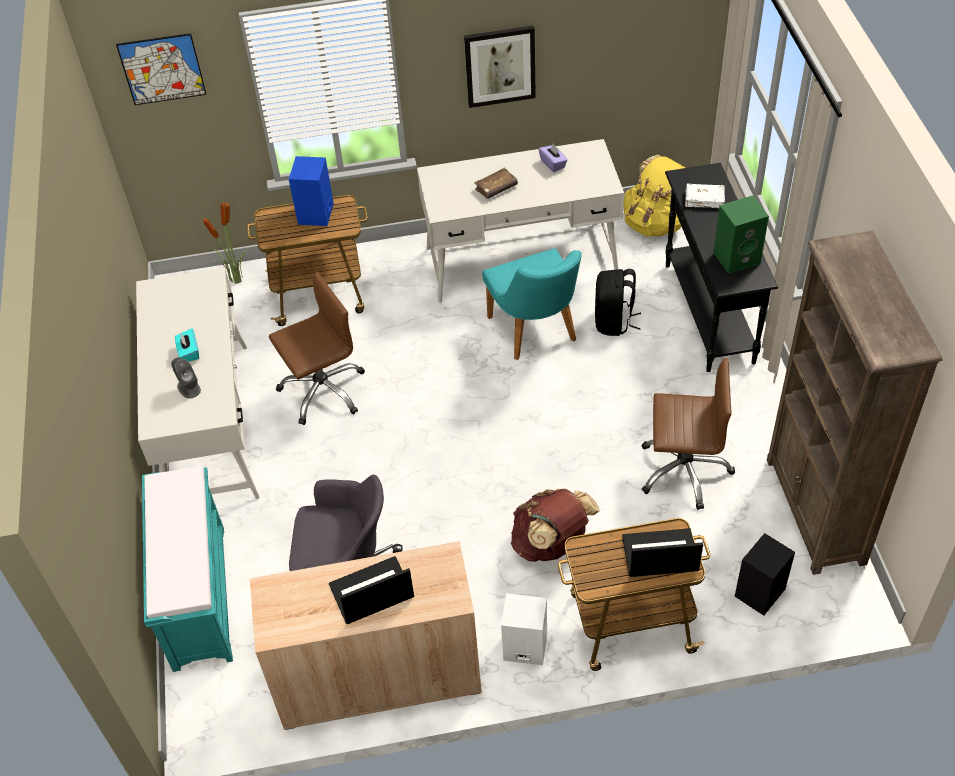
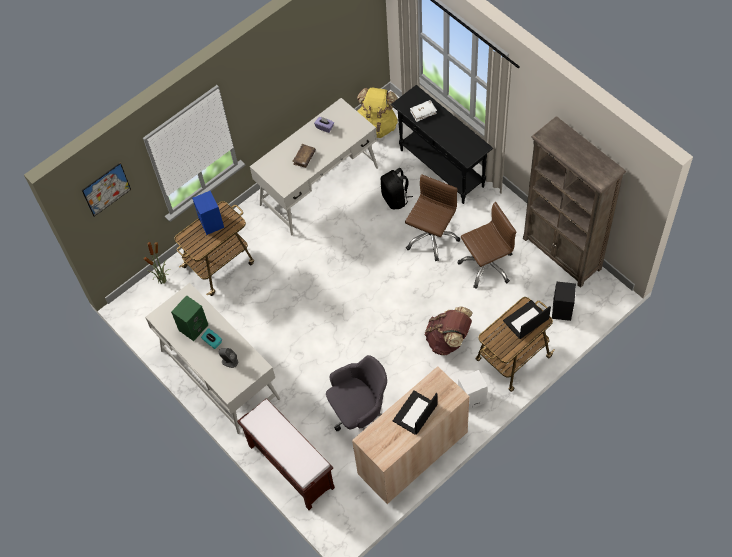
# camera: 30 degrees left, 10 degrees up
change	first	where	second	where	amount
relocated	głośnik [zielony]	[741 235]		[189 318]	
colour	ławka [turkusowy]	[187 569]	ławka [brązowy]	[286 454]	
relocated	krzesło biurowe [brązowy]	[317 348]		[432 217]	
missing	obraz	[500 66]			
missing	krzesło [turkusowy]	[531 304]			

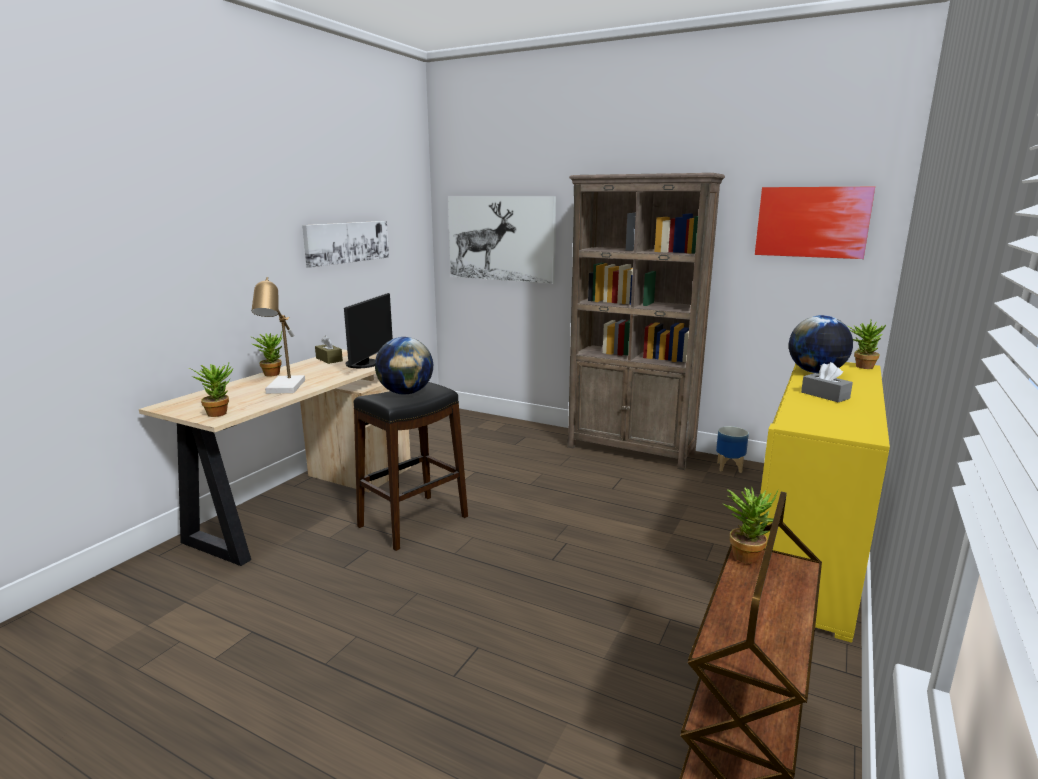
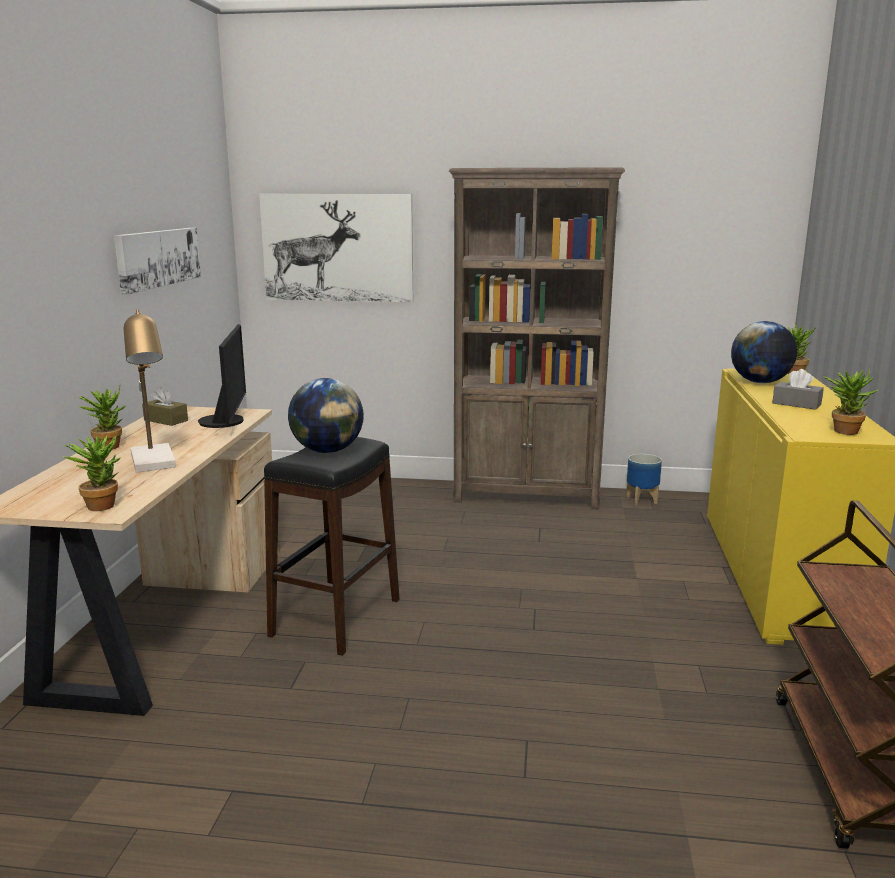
# camera: 20 degrees left, 0 degrees up
change	first	where	second	where	amount
relocated	roślina doniczkowa	[750 524]		[850 401]	
missing	obraz	[815 223]			

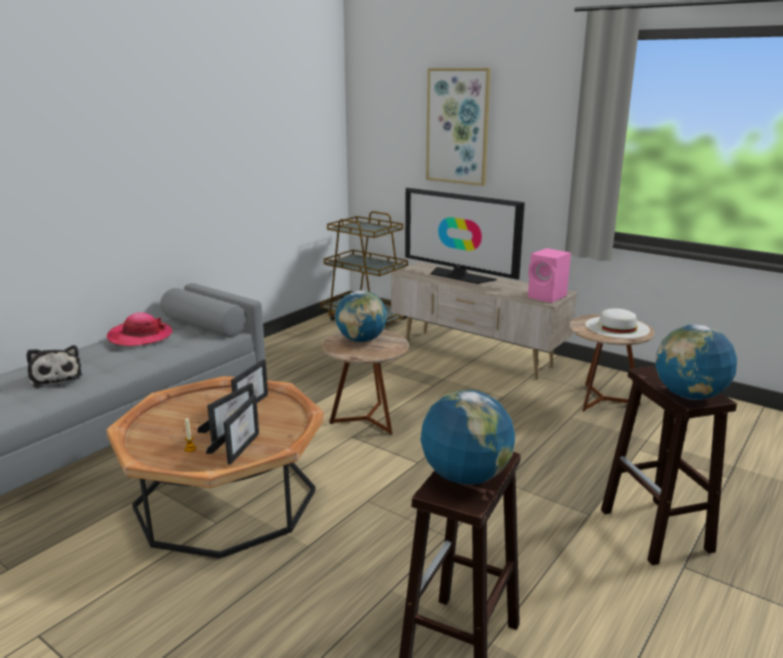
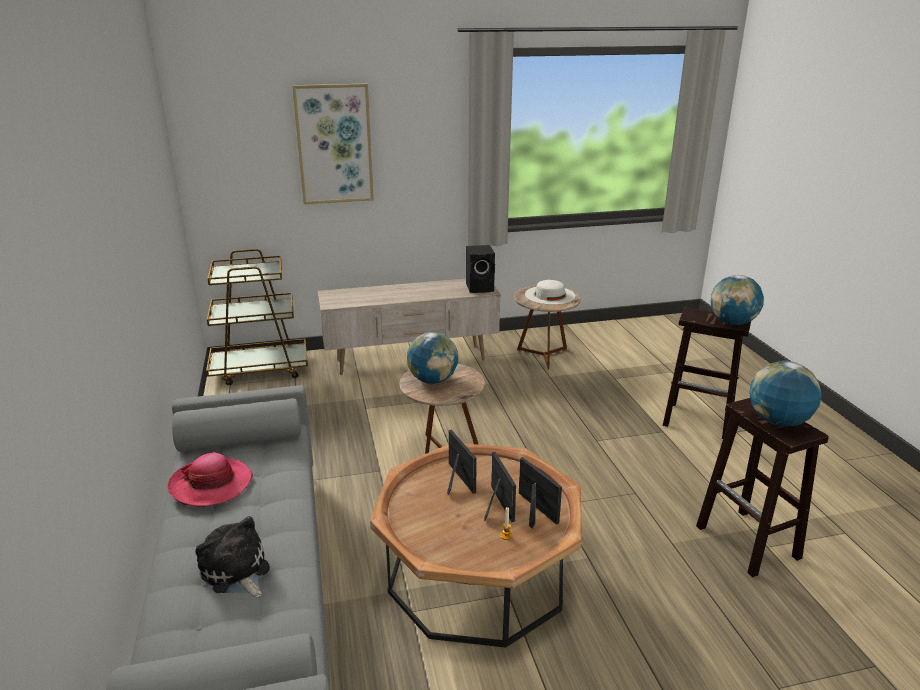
# camera: 50 degrees left, 5 degrees up
change	first	where	second	where	amount
spun	pluszak	[54 366]		[232 556]	135 degrees counterclockwise
colour	głośnik [różowy]	[549 275]	głośnik [czarny]	[480 269]	
missing	telewizor	[465 236]			

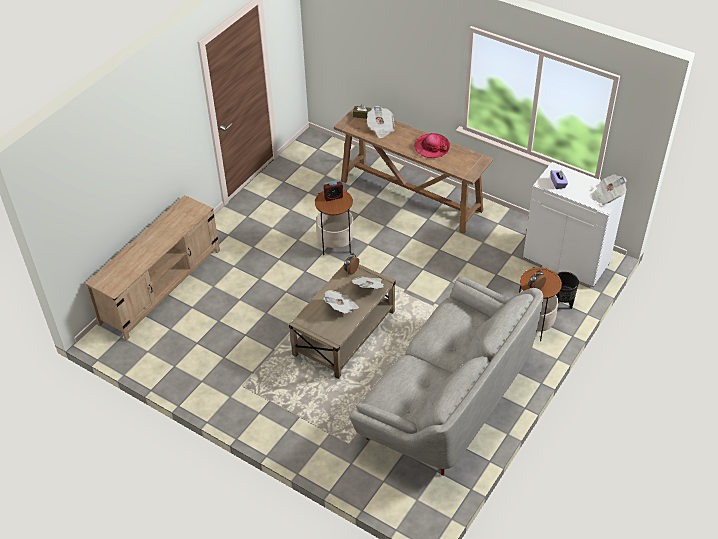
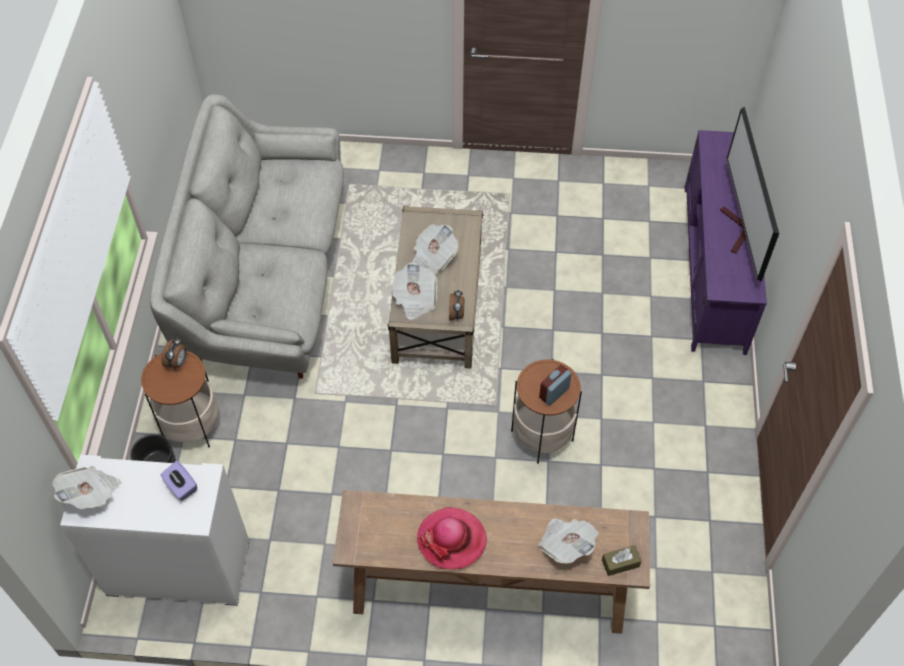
# camera: 150 degrees right, 10 degrees up
change	first	where	second	where	amount
colour	szafka pod telewizor [beżowy]	[152 268]	szafka pod telewizor [fioletowy]	[726 242]	
appeared			telewizor	[749 194]	

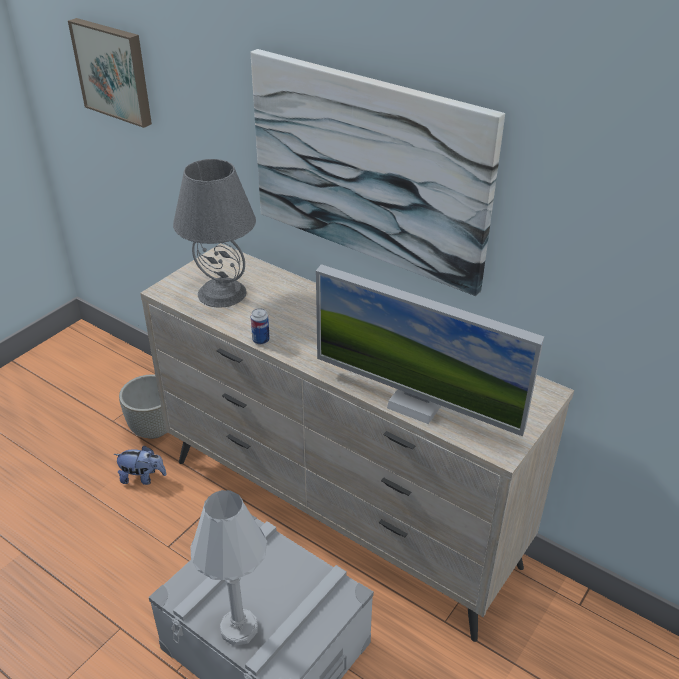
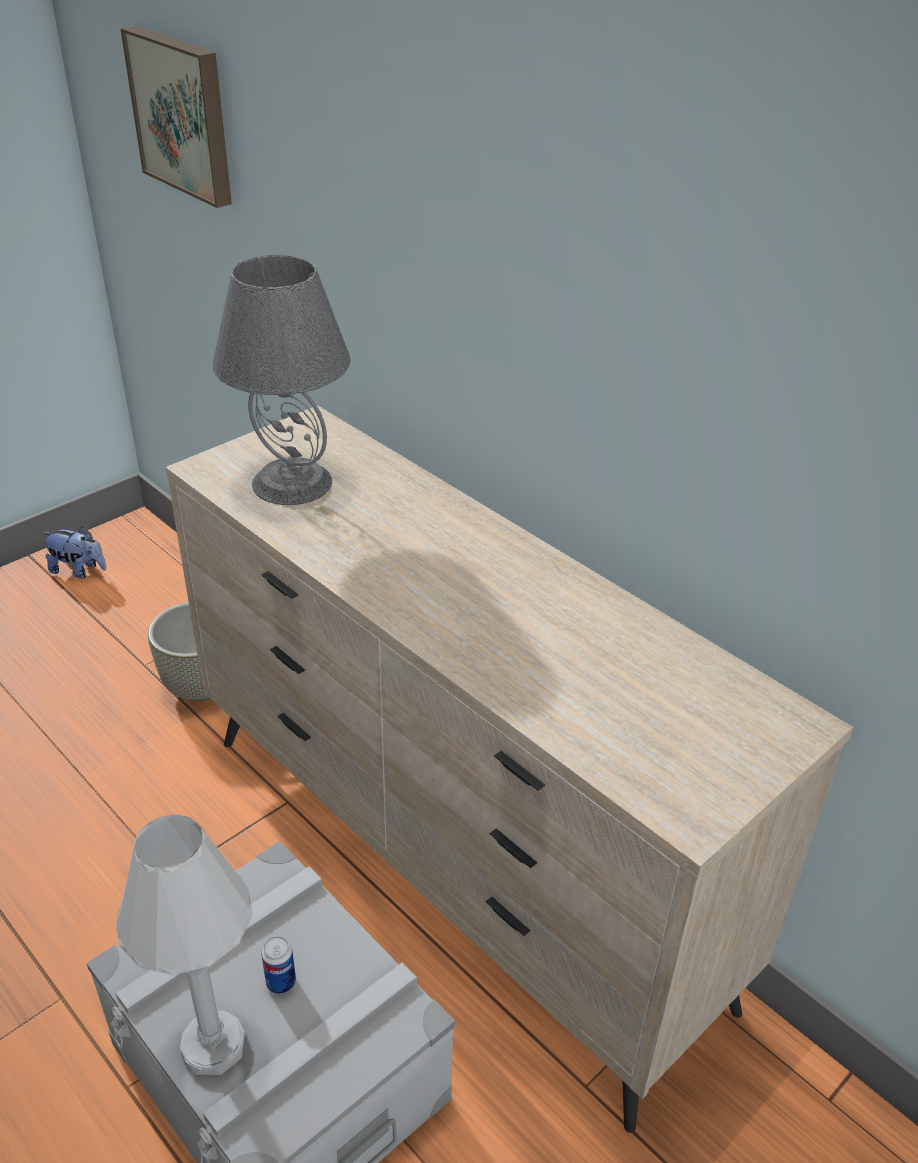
# camera: 10 degrees right, 0 degrees up
change	first	where	second	where	amount
relocated	pluszak	[140 465]		[74 553]	
relocated	puszka	[260 326]		[278 965]	
missing	obraz	[377 172]			
missing	monitor	[430 350]			

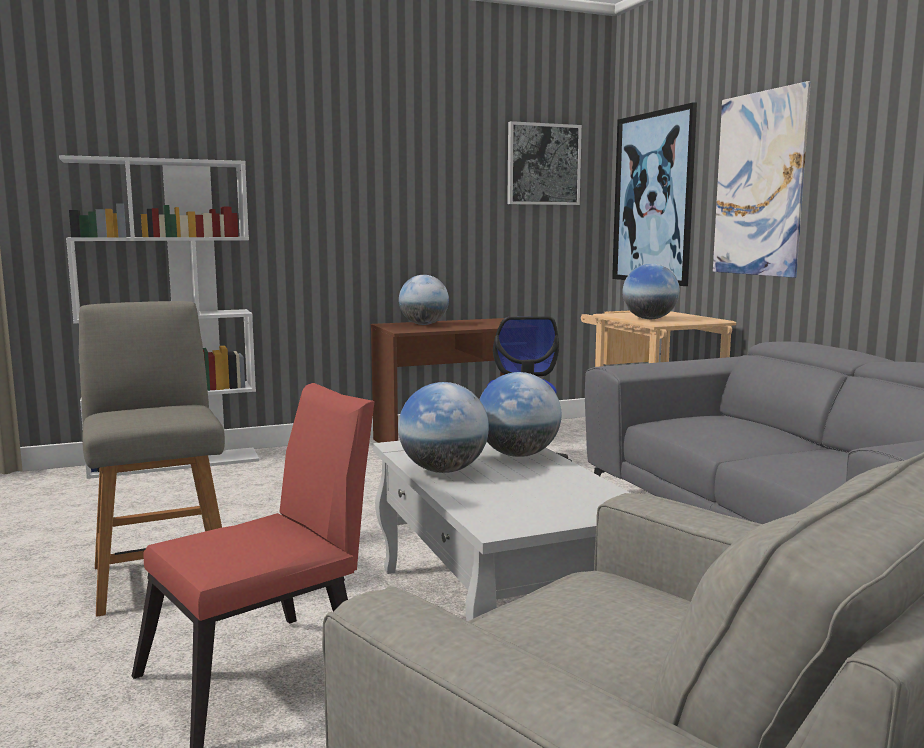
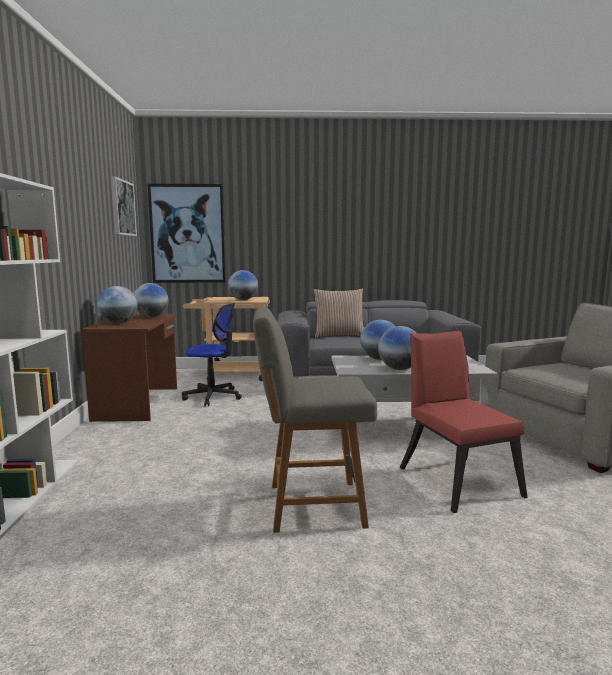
# camera: 70 degrees left, 0 degrees up
change	first	where	second	where	amount
appeared			globus	[151 300]	
appeared			poduszka	[338 313]	
missing	obraz	[762 179]			

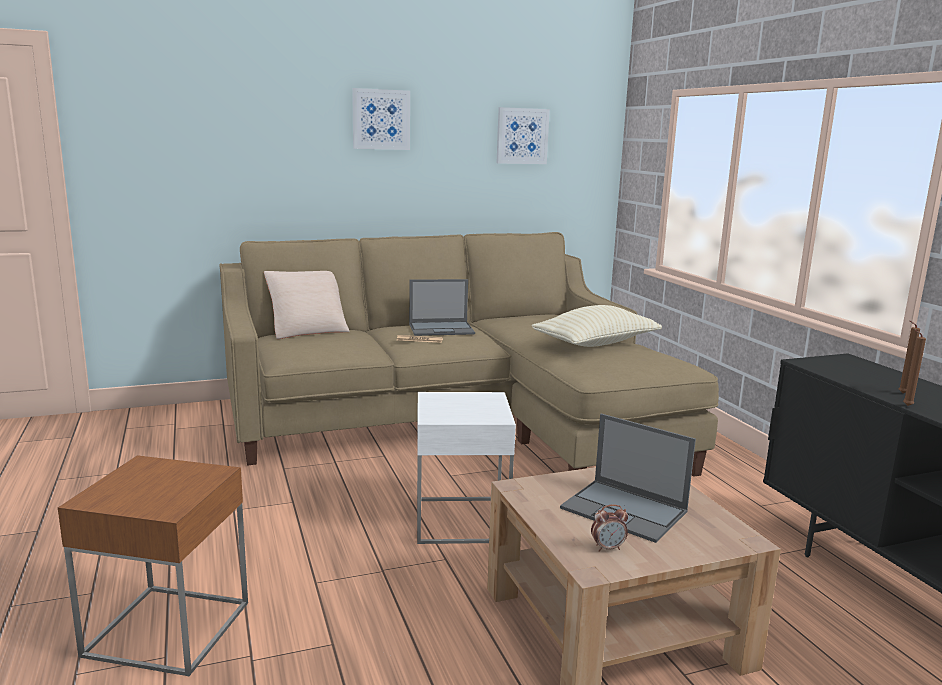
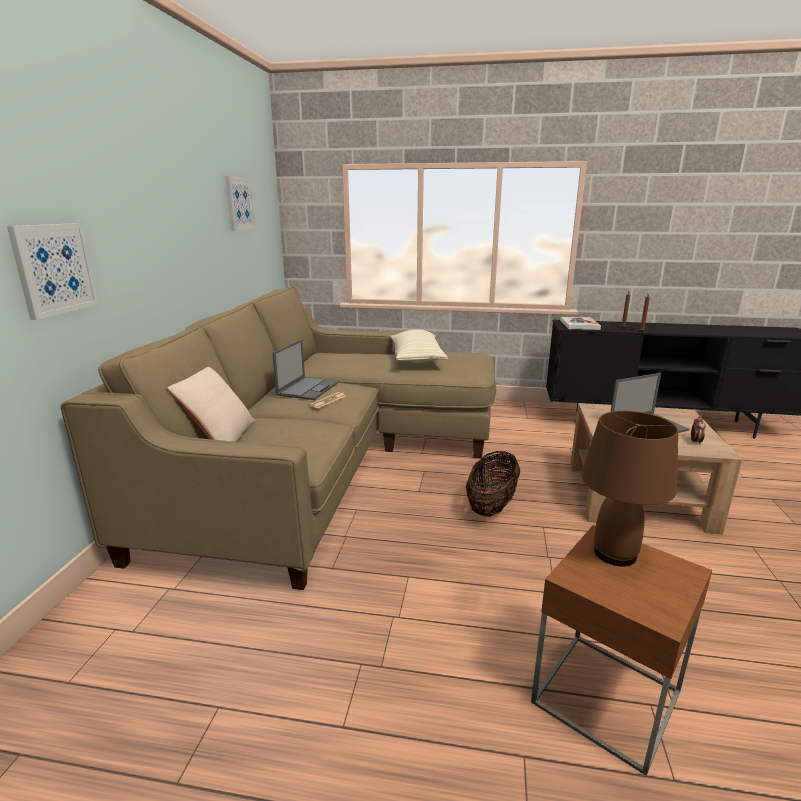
# camera: 60 degrees left, 5 degrees up
change	first	where	second	where	amount
relocated	obraz	[381 119]		[53 271]	
exchanged	stolik [biały]	[466 468]	koszyk	[493 484]	
appeared			książka	[580 323]	
appeared			lampa stołowa [brązowy]	[629 489]	

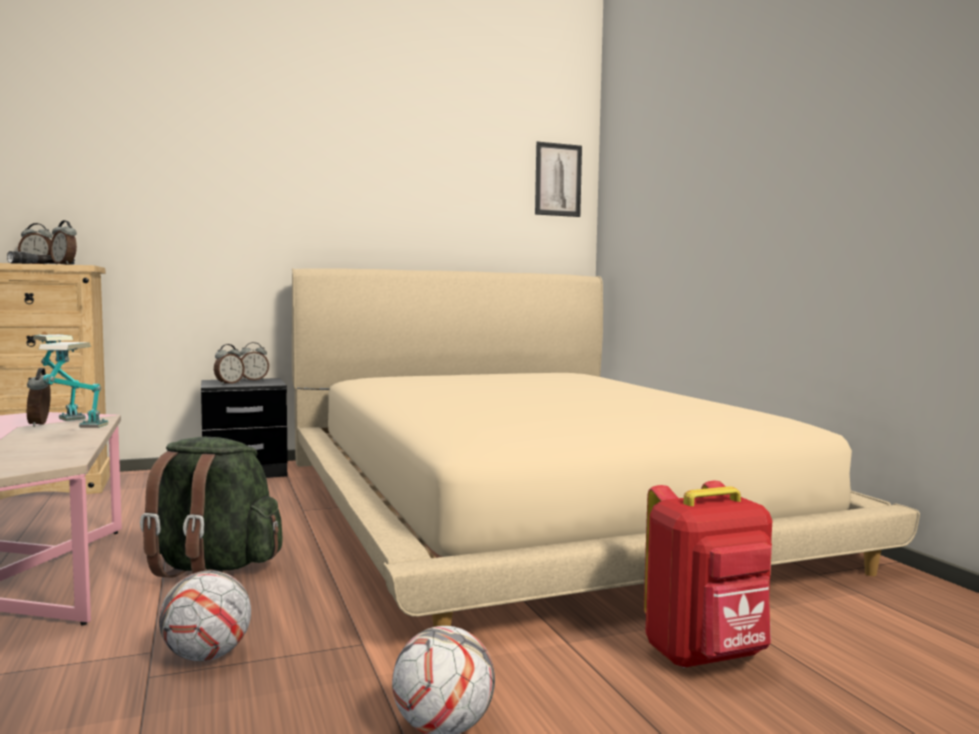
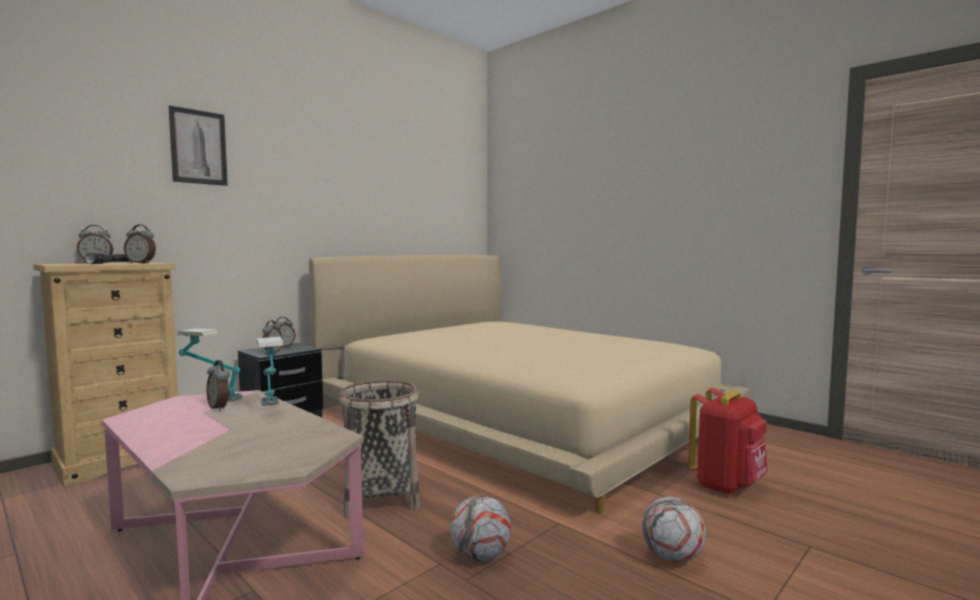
# camera: 25 degrees left, 0 degrees up
change	first	where	second	where	amount
relocated	obraz	[558 179]		[198 145]	
exchanged	plecak [zielony]	[211 507]	koszyk	[379 448]	

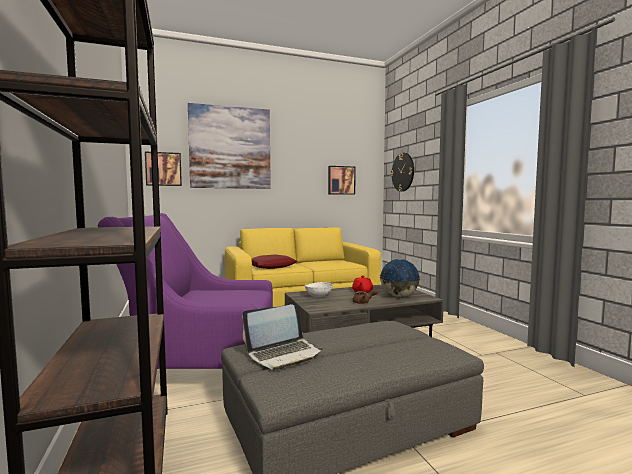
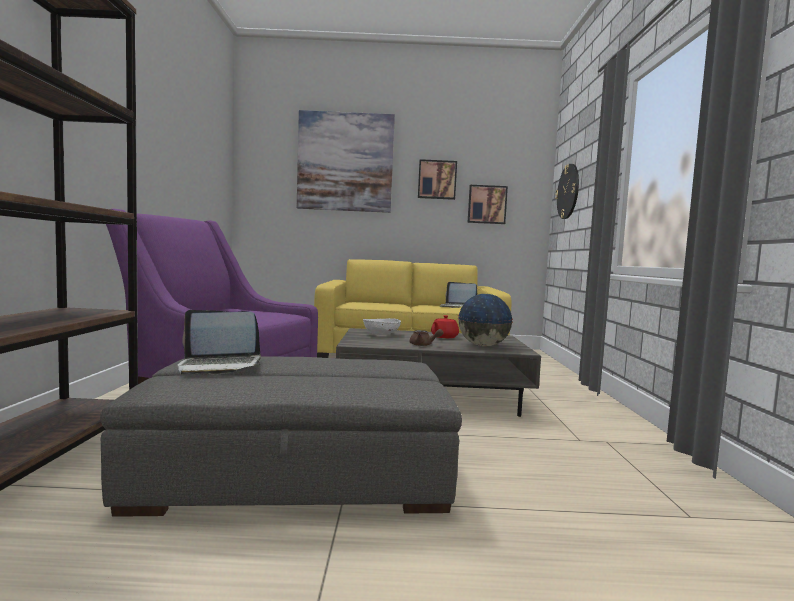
# camera: 20 degrees right, 0 degrees up
change	first	where	second	where	amount
relocated	obraz	[163 168]		[437 179]	
appeared			laptop	[458 295]	
missing	poduszka [czerwony]	[275 261]			

